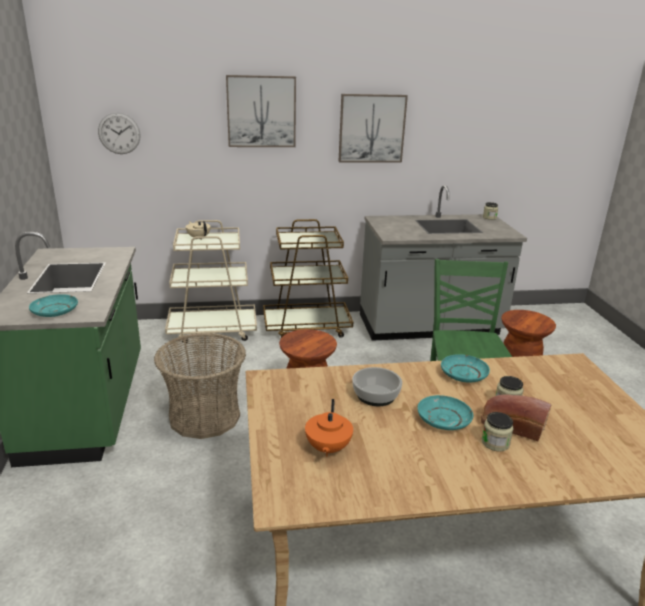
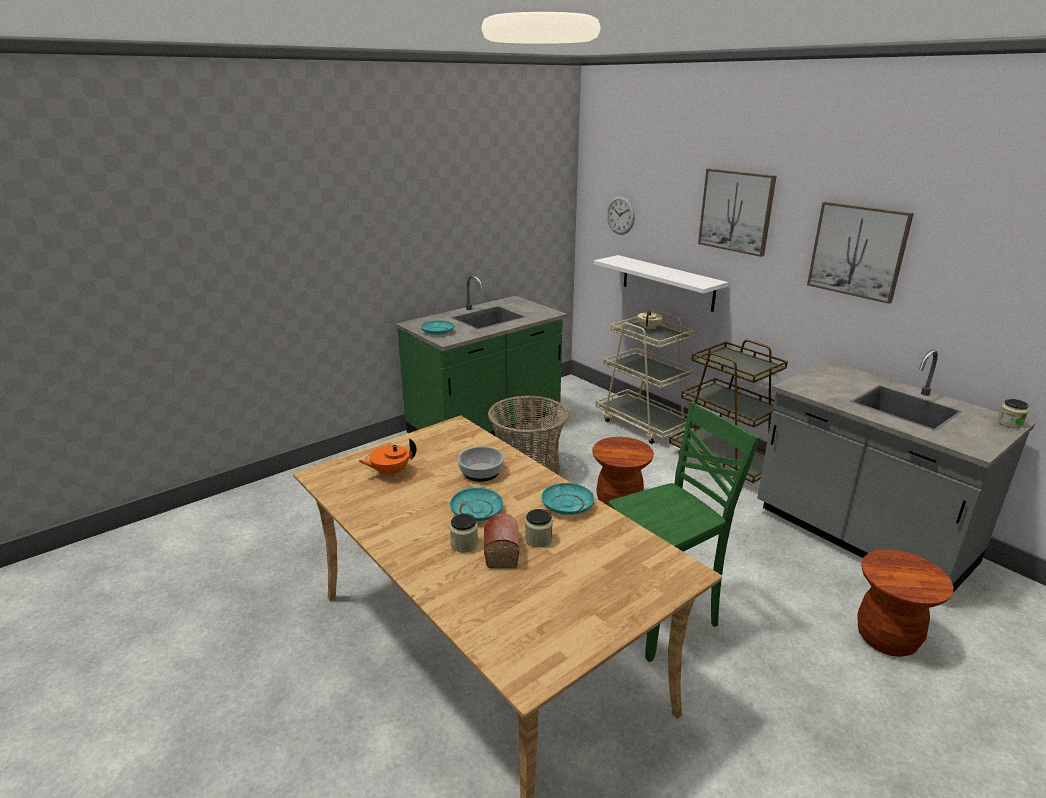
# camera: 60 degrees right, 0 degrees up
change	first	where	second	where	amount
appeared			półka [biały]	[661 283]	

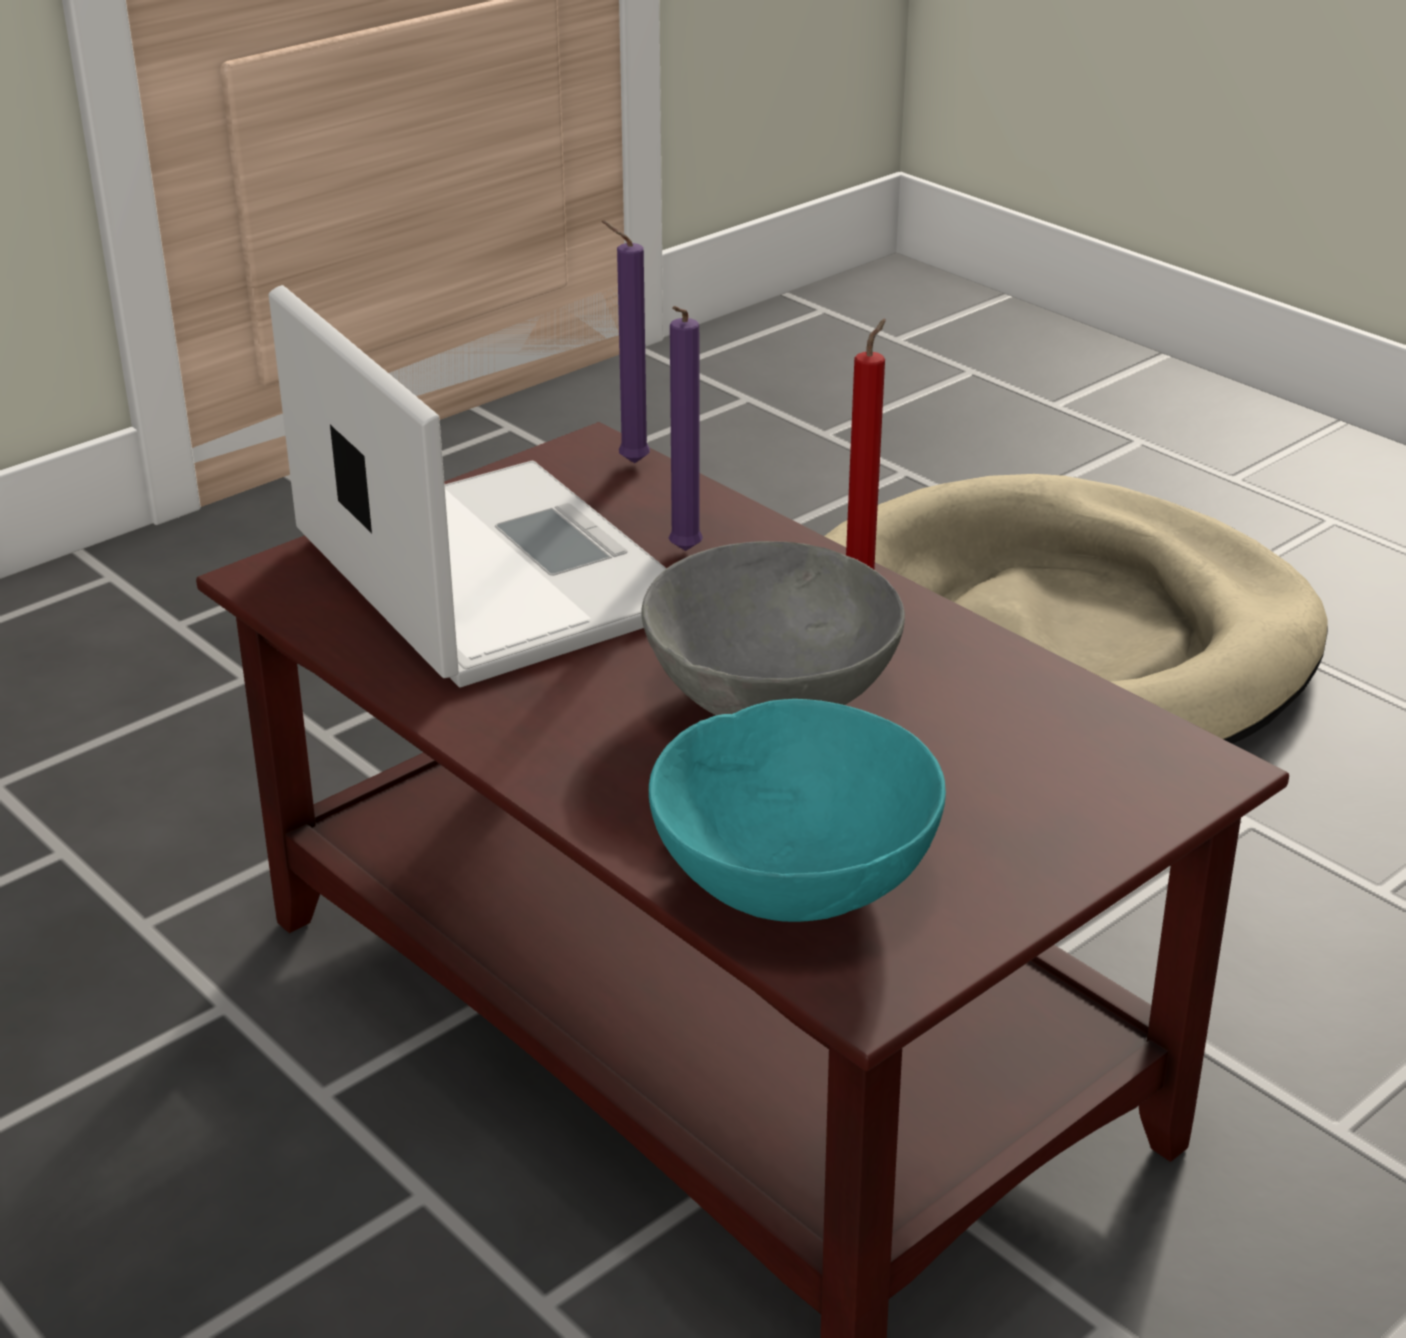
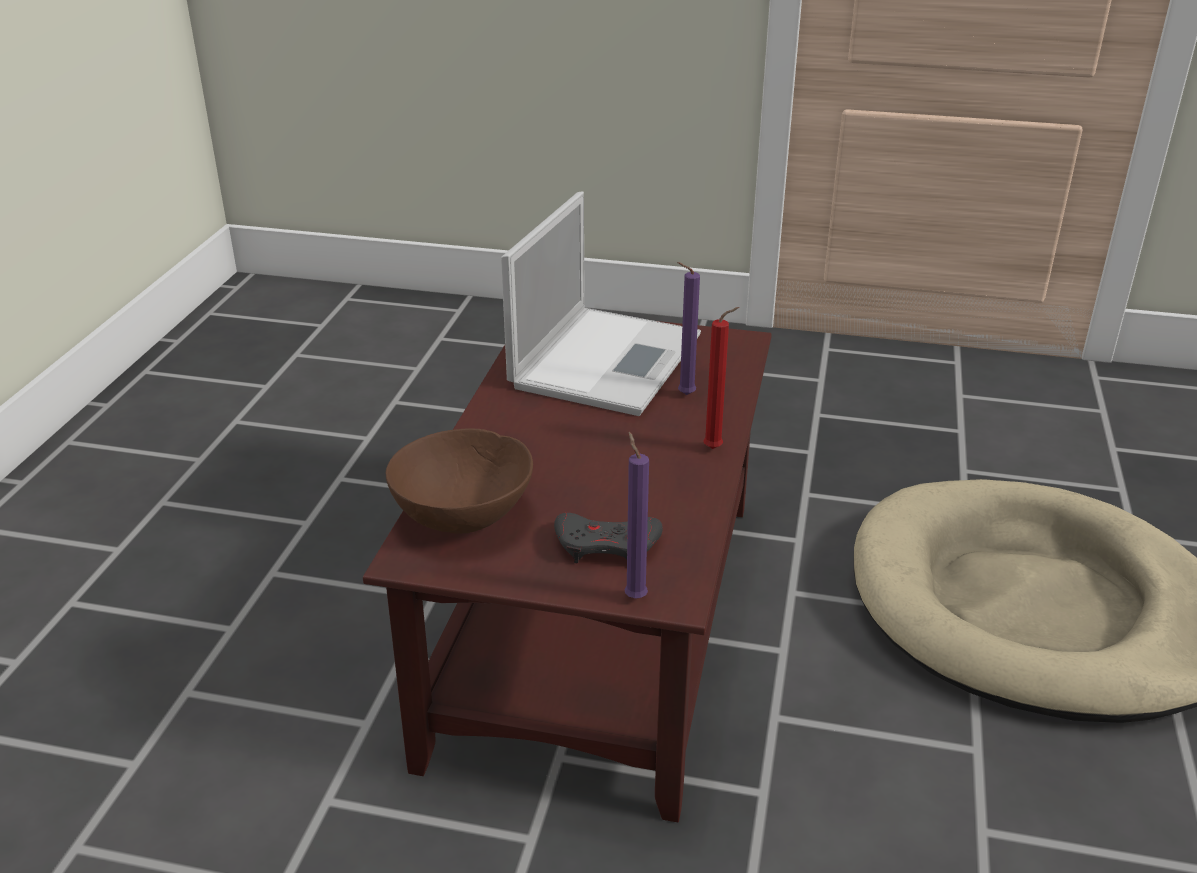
# camera: 55 degrees right, 0 degrees up
change	first	where	second	where	amount
colour	miska [turkusowy]	[797 810]	miska [brązowy]	[459 481]	
appeared			pad do gier [szary]	[608 538]	
relocated	świeca [fioletowy]	[626 341]		[636 515]	
missing	miska [szary]	[773 628]			

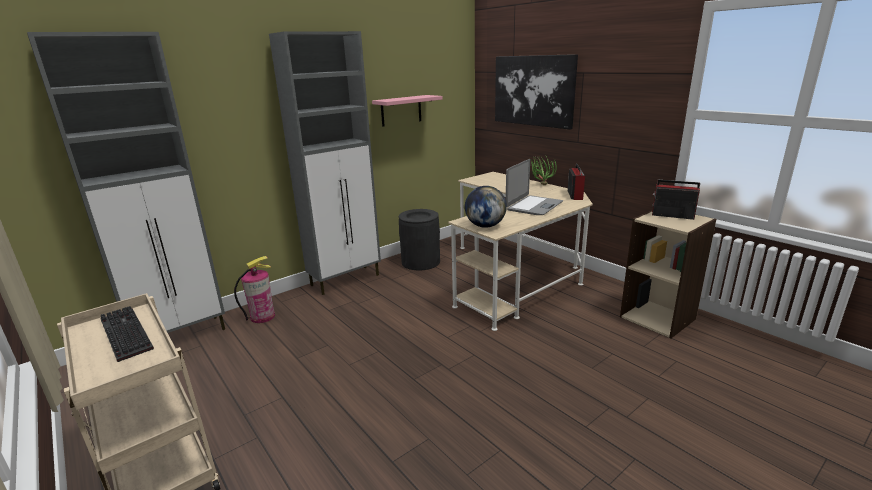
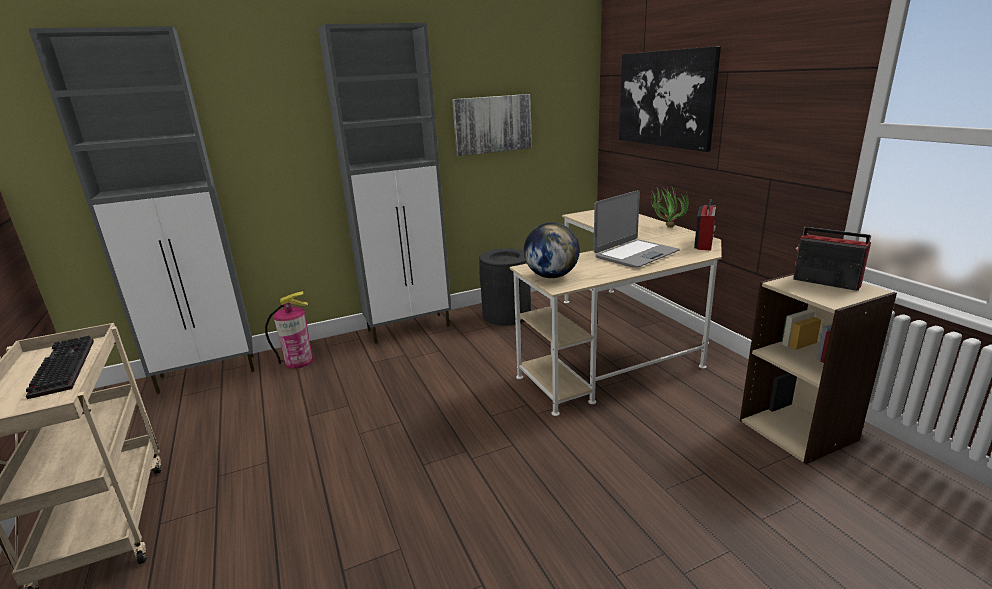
# camera: 15 degrees right, 0 degrees up
change	first	where	second	where	amount
exchanged	półka [różowy]	[407 111]	obraz	[492 125]	

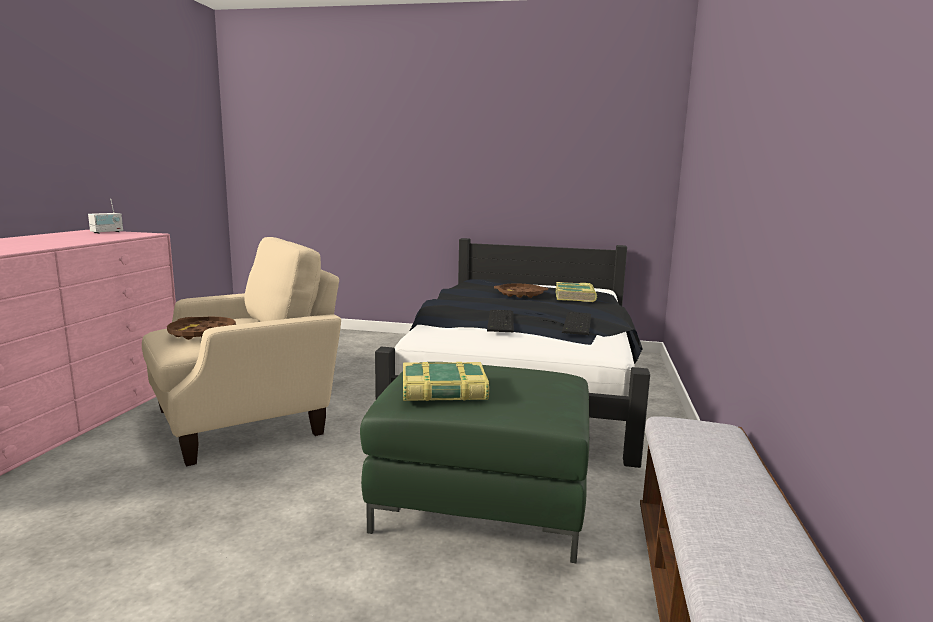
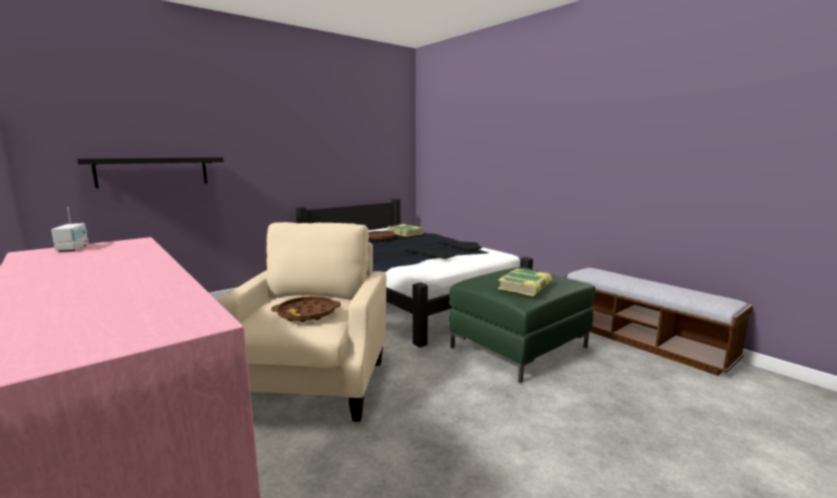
# camera: 50 degrees left, 0 degrees up
change	first	where	second	where	amount
appeared			półka [czarny]	[150 172]	

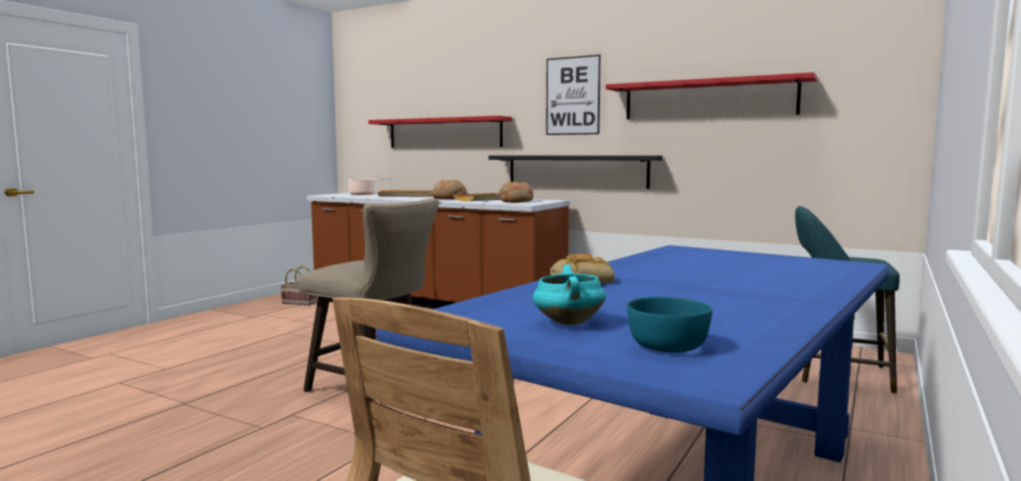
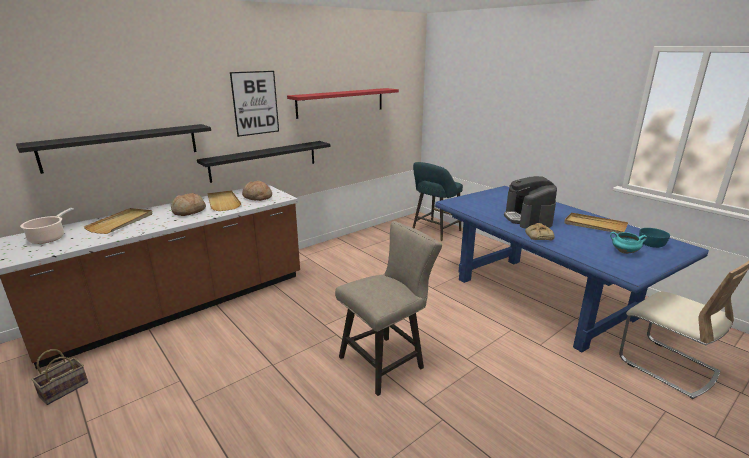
# camera: 70 degrees left, 15 degrees up
change	first	where	second	where	amount
colour	półka [czerwony]	[440 132]	półka [czarny]	[113 149]	
appeared			ekspres do kawy	[530 202]	
appeared			taca [beżowy]	[596 223]	

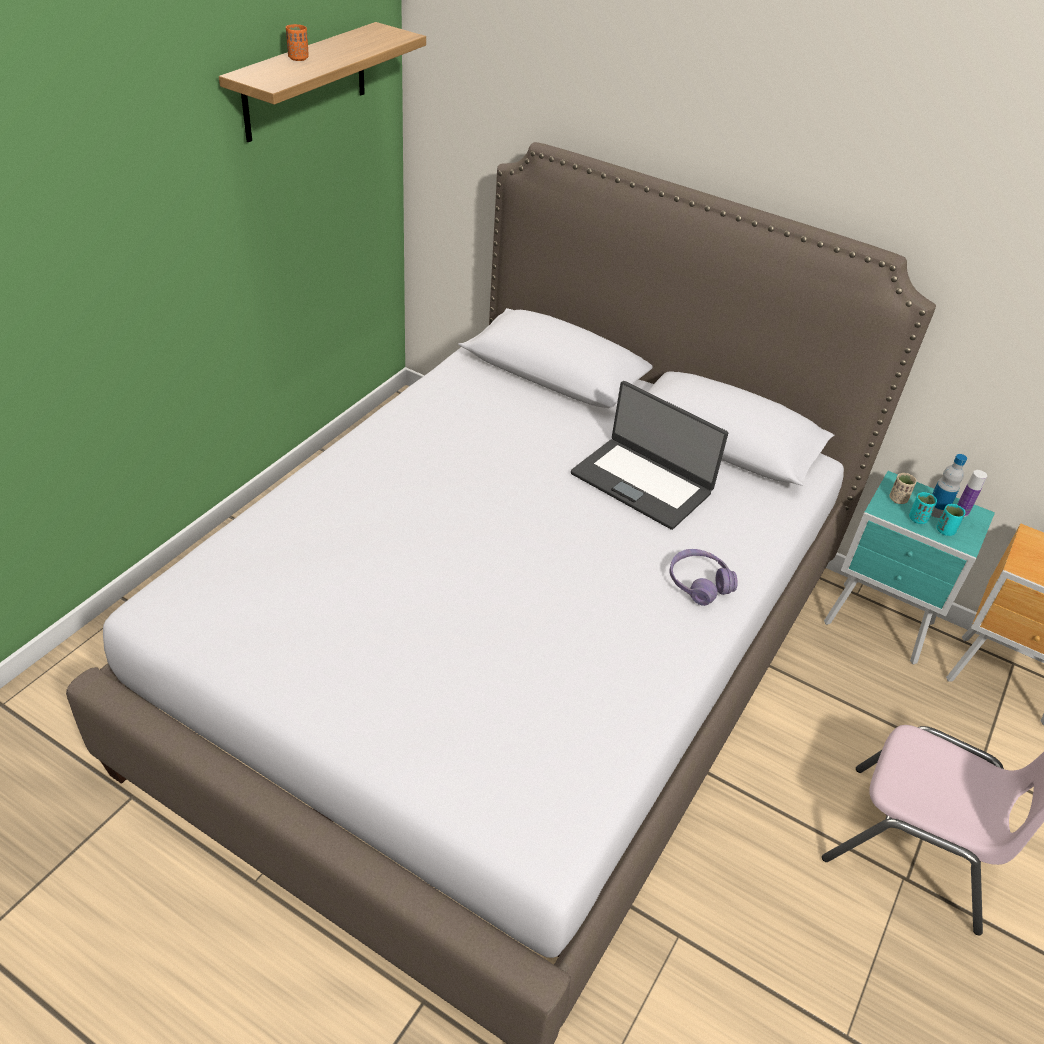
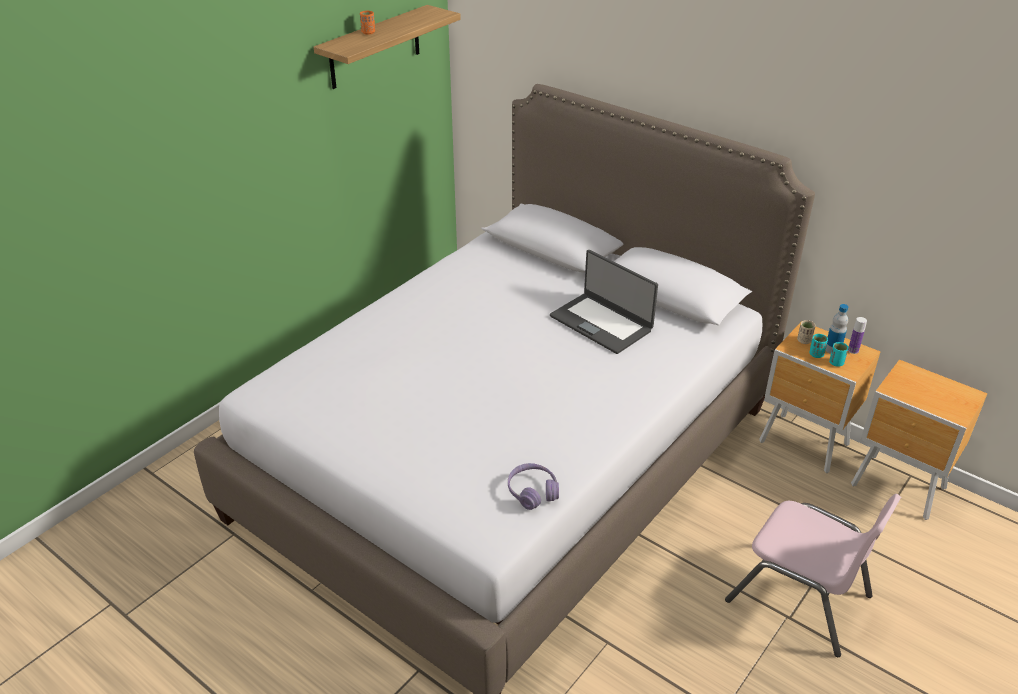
# camera: 10 degrees right, 5 degrees down
change	first	where	second	where	amount
relocated	słuchawki [fioletowy]	[703 577]		[533 486]	
colour	szafka nocna [turkusowy]	[909 567]	szafka nocna [brązowy]	[820 397]	

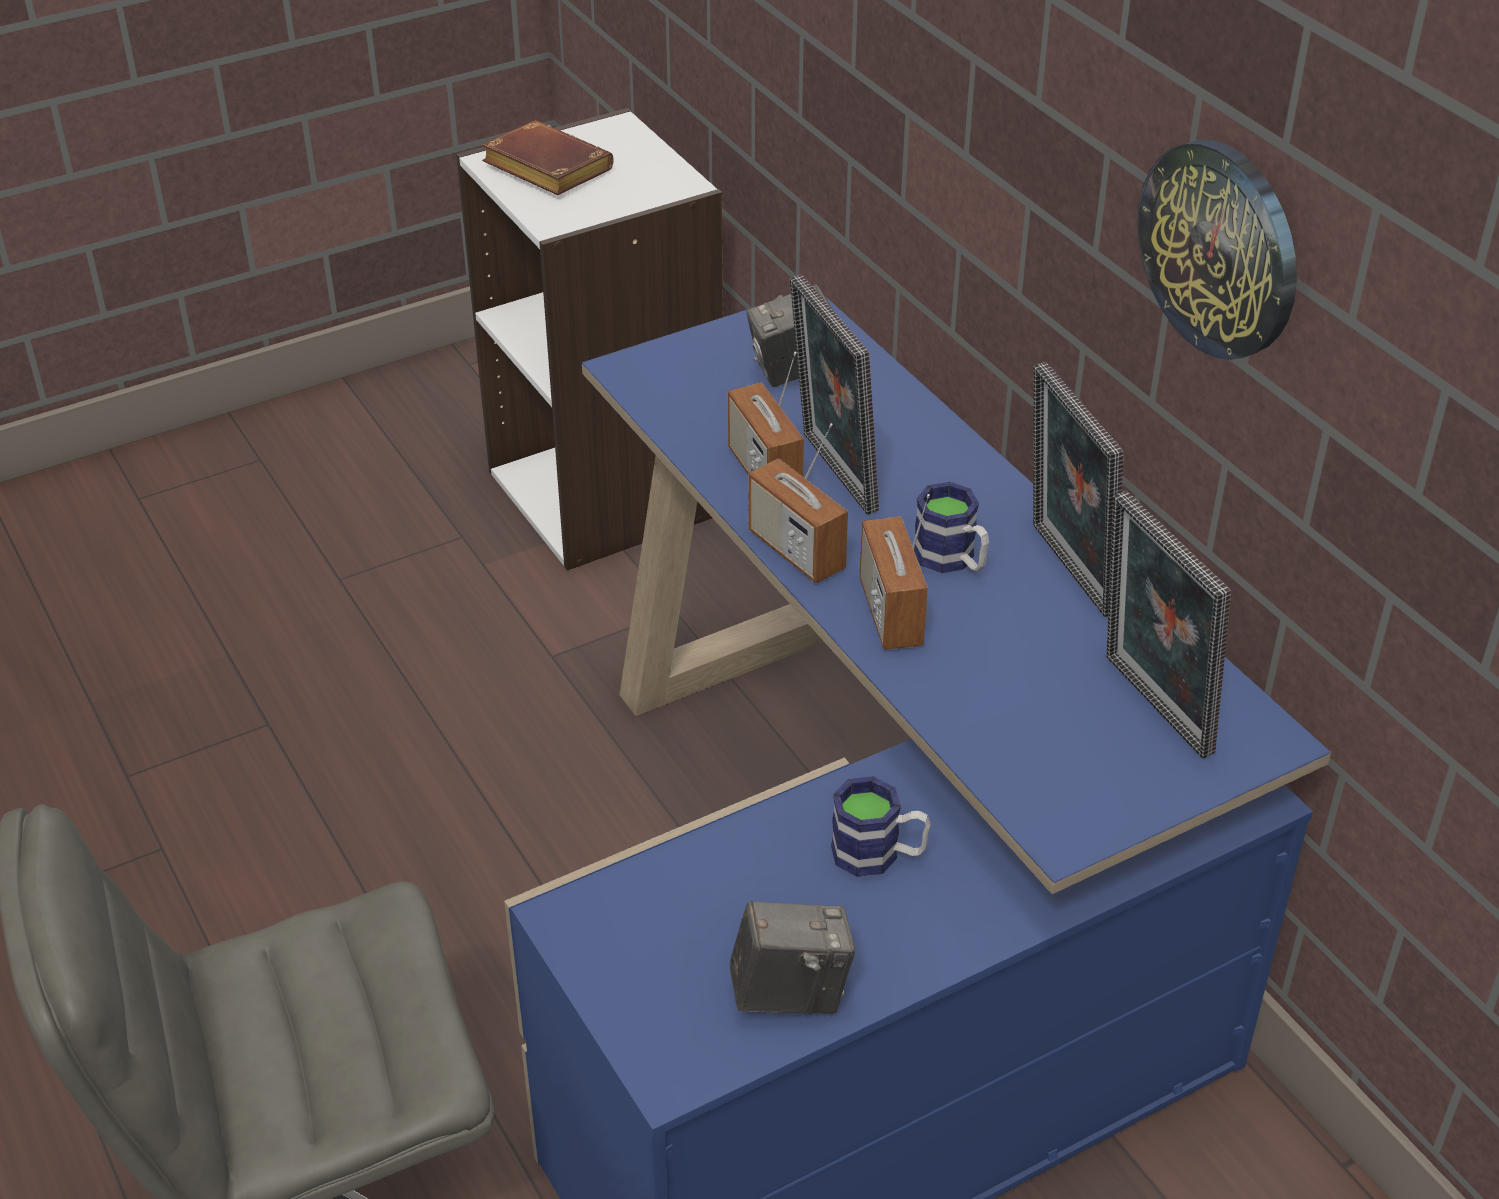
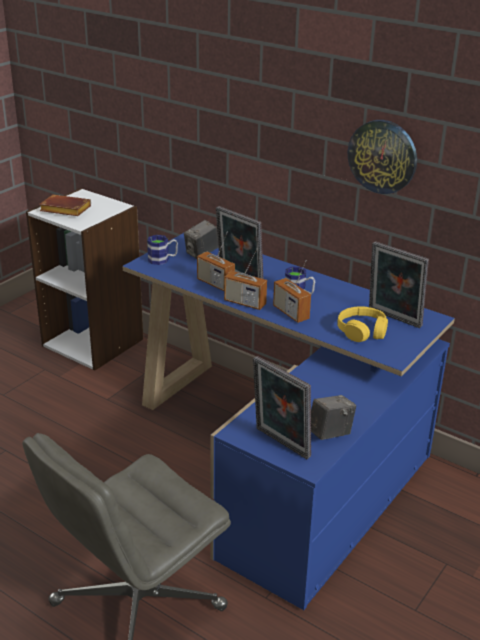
# camera: 25 degrees left, 10 degrees down
change	first	where	second	where	amount
relocated	kubek	[881 826]		[162 250]	
relocated	ramka na zdjęcie	[1078 489]		[282 407]	
appeared			słuchawki [żółty]	[363 324]	

